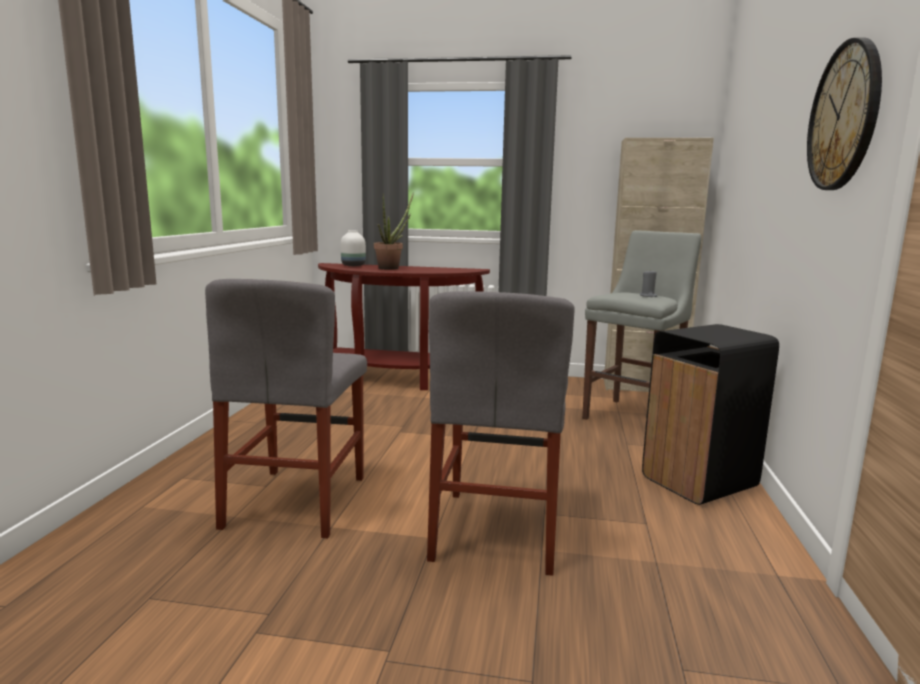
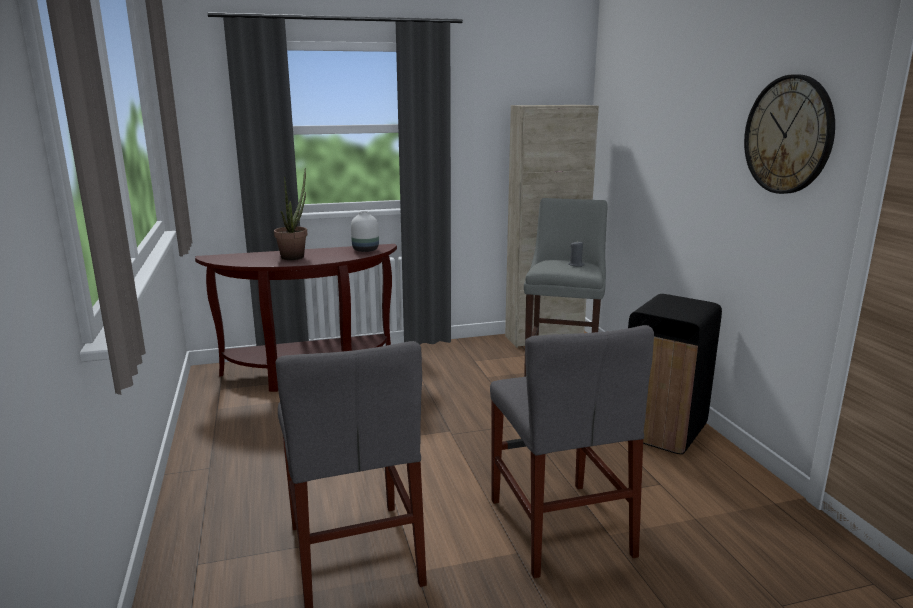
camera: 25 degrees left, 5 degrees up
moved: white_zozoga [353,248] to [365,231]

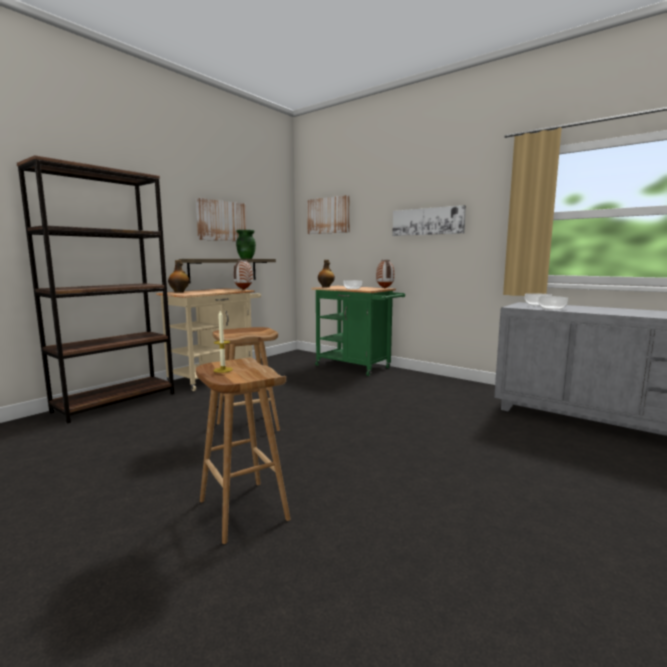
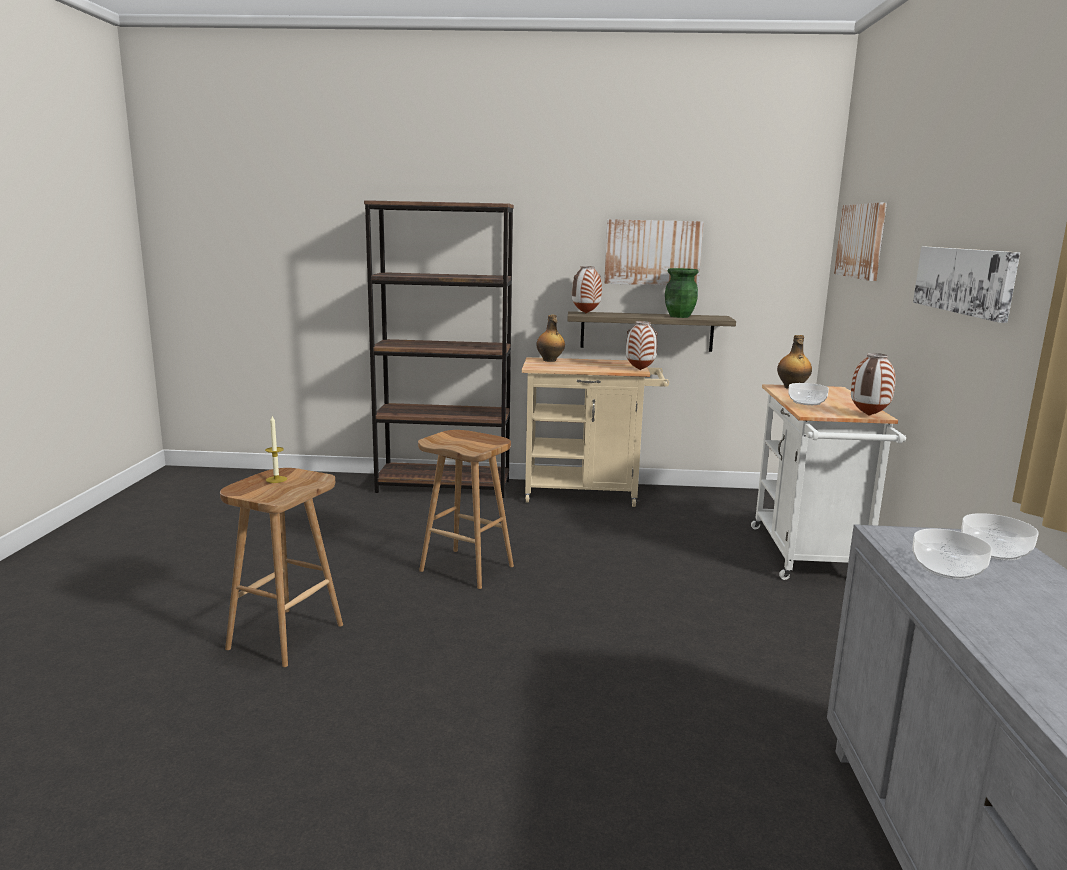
camera: 55 degrees right, 5 degrees up
added: zozoga [587,289]
recoloured: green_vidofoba [358,331] to white_vidofoba [828,482]

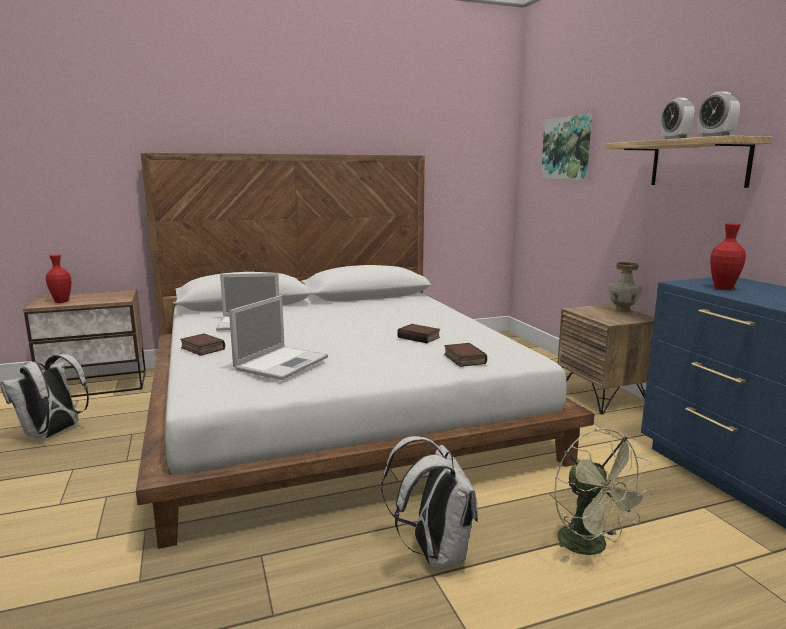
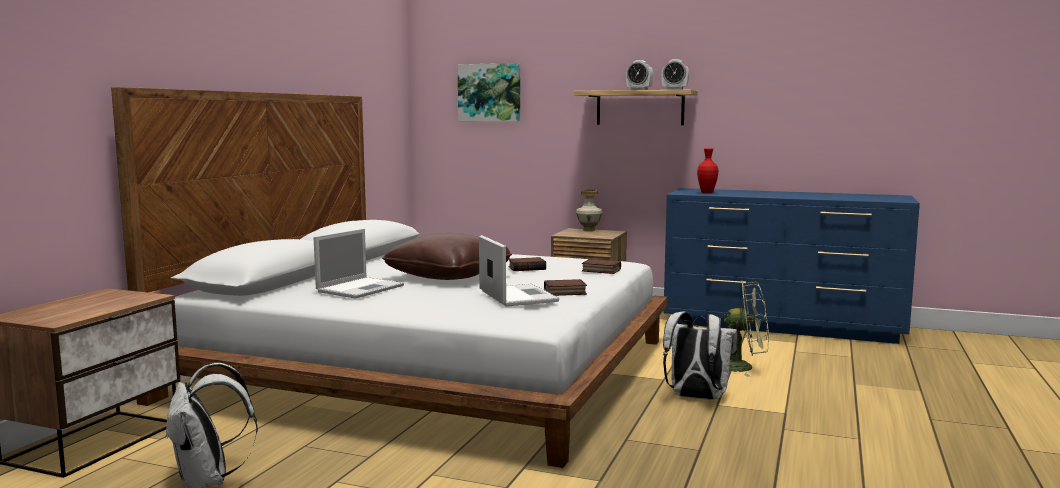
camera: 50 degrees left, 5 degrees down
removed: red_zozoga [58,278]
added: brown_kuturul [447,256]
moved: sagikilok [202,344] to [565,287]

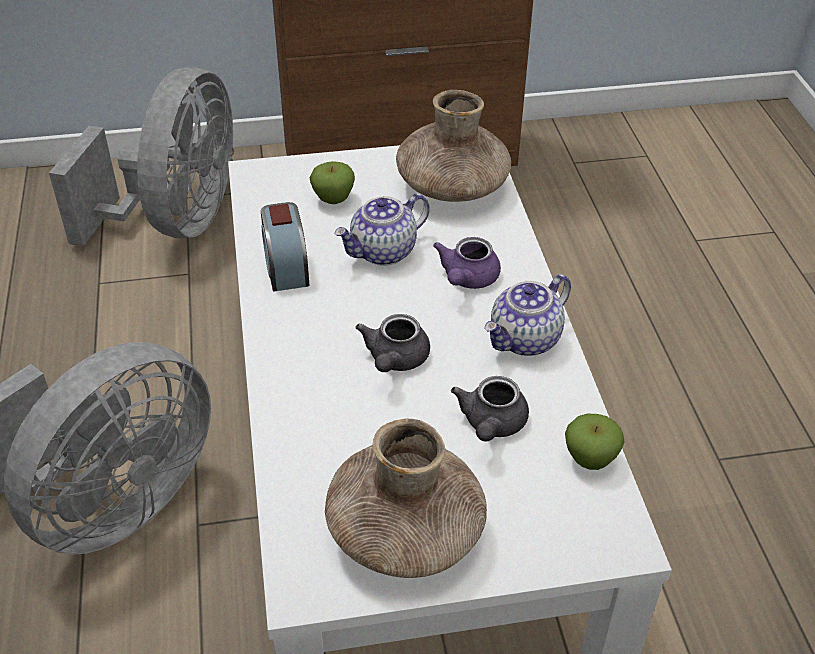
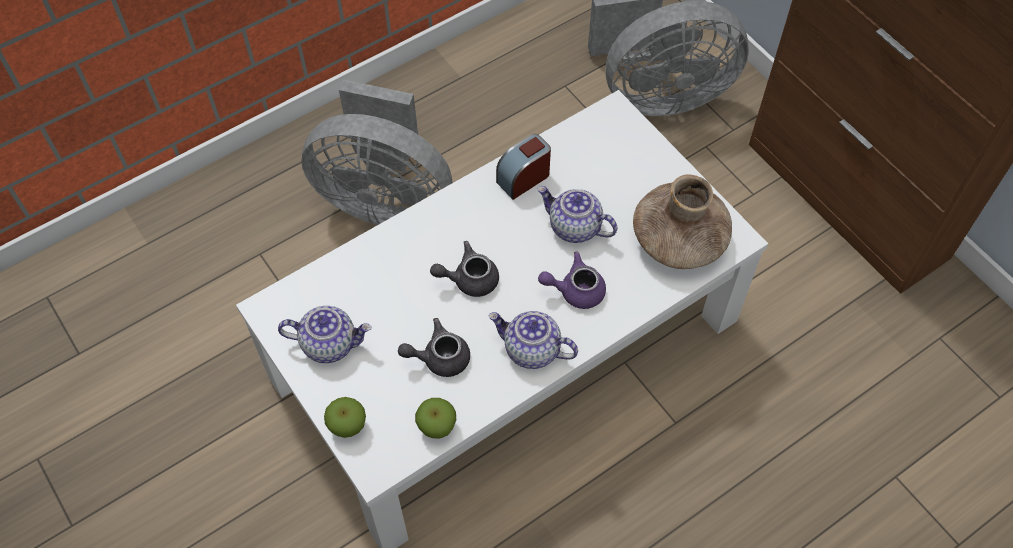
camera: 65 degrees right, 15 degrees up
moved: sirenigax [332,182] to [345,417]
replaced: brown_zozoga [406,498] to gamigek [325,334]

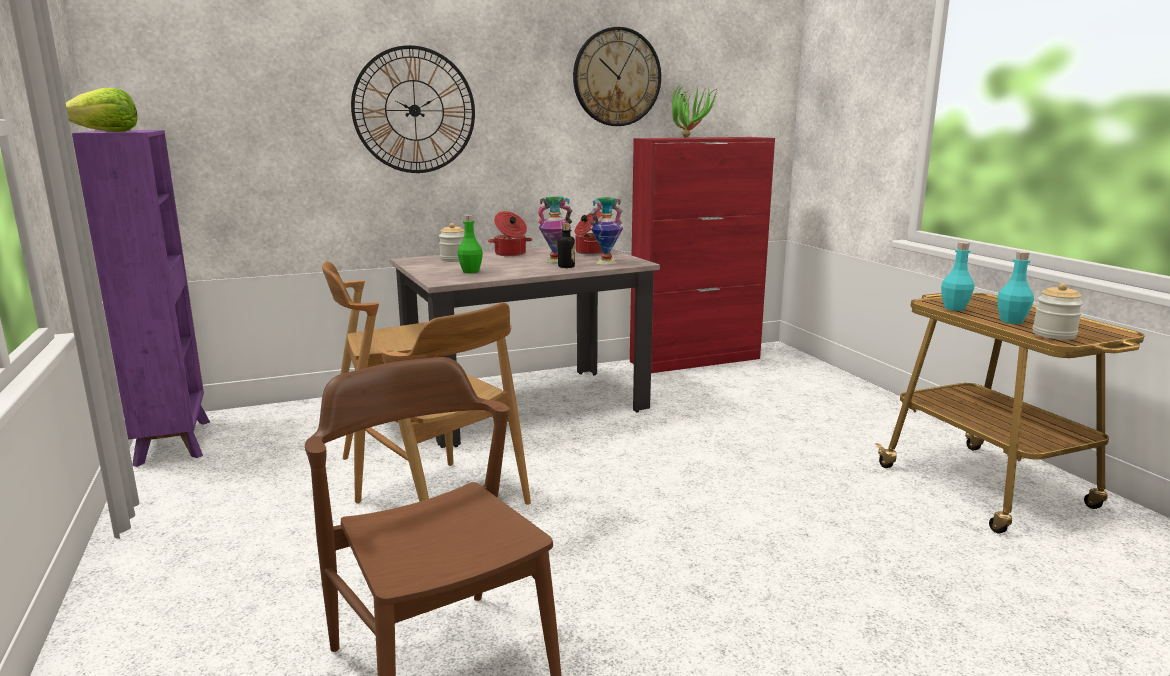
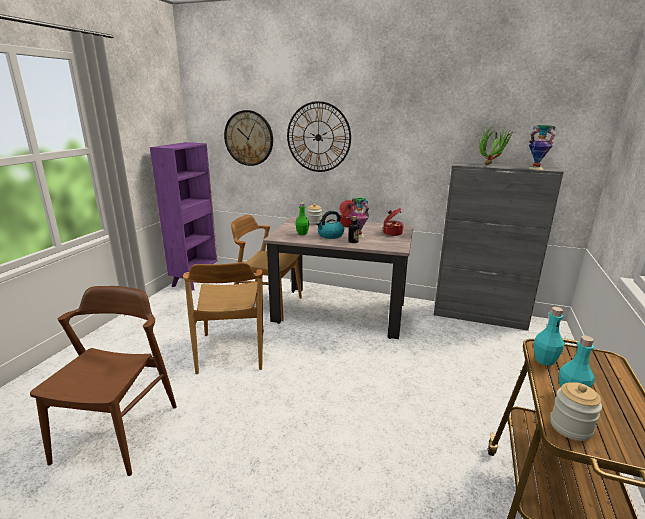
camera: 40 degrees right, 5 degrees up
removed: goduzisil [102,110]
added: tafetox [330,225]
moved: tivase [617,76] to [248,138]; zozoga [606,231] to [542,147]
recoloured: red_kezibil [702,255] to grey_kezibil [499,246]

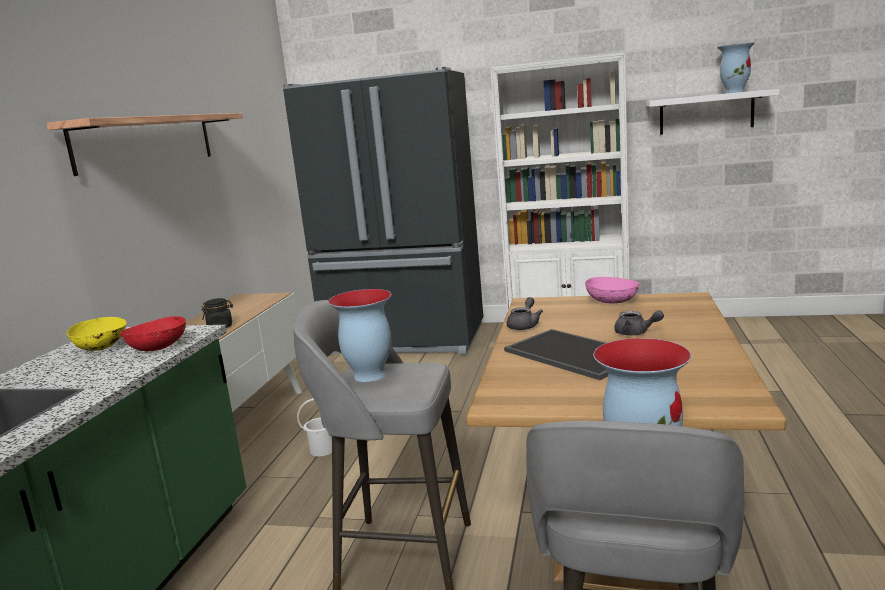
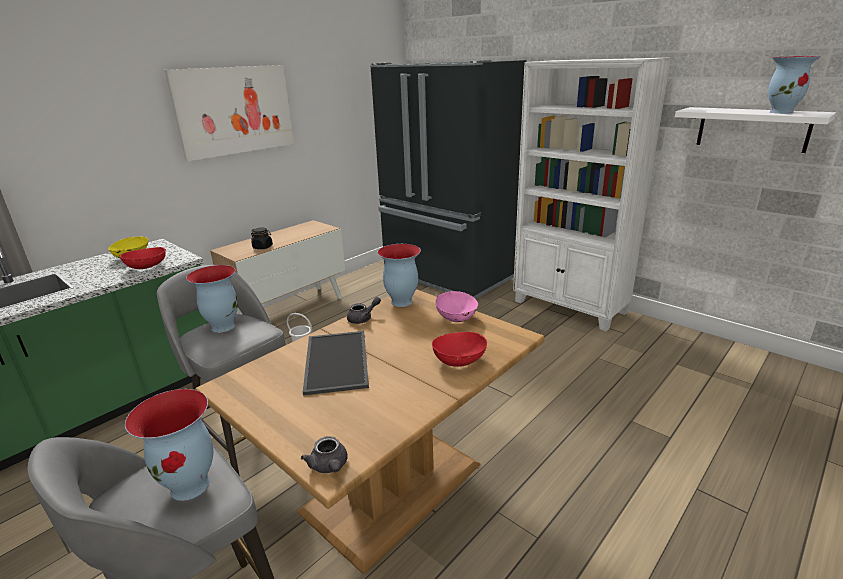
camera: 30 degrees right, 10 degrees up
added: zozoga [399,275]; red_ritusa [459,349]
moved: grey_gamigek [639,322] to [324,454]
replaced: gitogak [144,144] to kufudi [229,113]

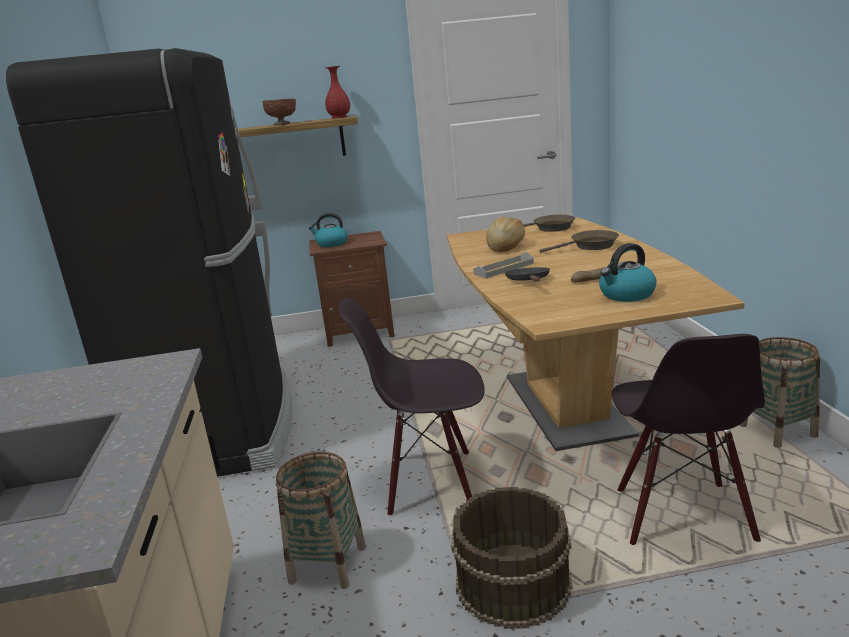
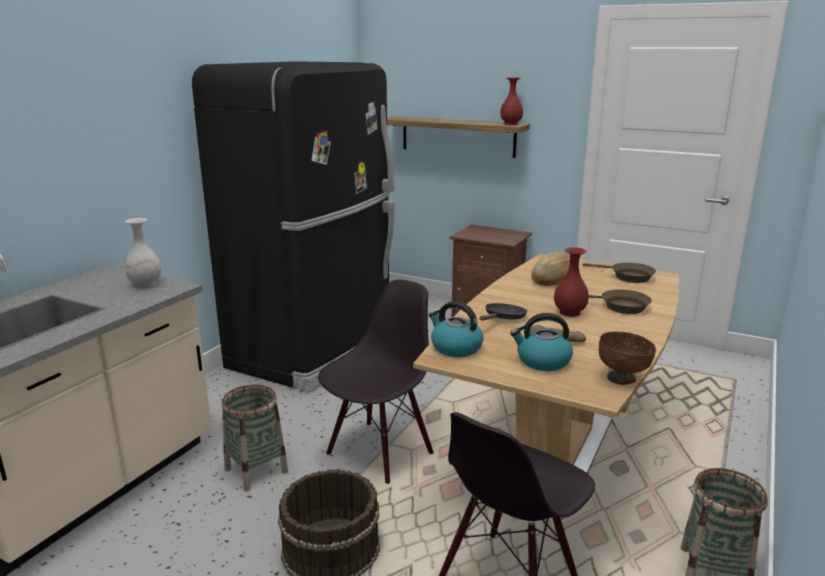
camera: 35 degrees right, 0 degrees up
removed: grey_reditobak [503,265]
added: white_zozoga [143,253]; red_zozoga [571,282]
moved: tafetox [328,230] to [456,329]; brown_ritusa [279,112] to [627,358]
turned: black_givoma [411,407] = [376,382] 90 degrees clockwise

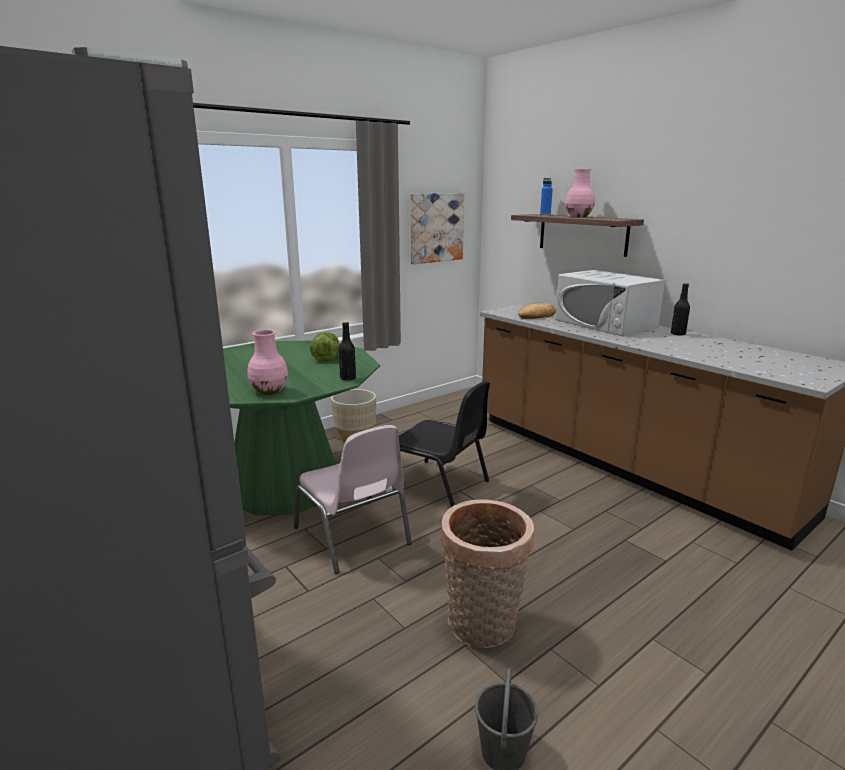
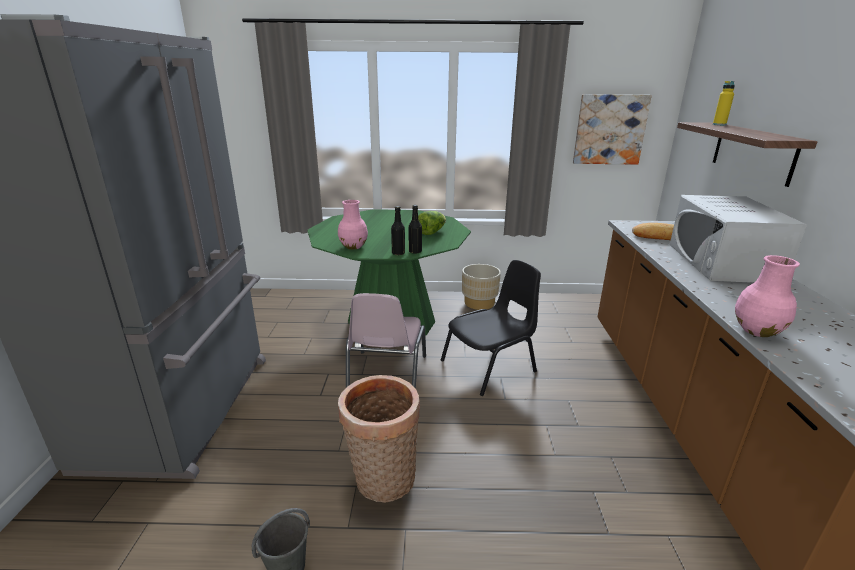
camera: 40 degrees right, 5 degrees up
moved: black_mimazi [680,309] to [398,231]; pink_zozoga [580,193] to [767,296]
recoloured: blue_mimazi [546,196] to yellow_mimazi [724,103]
turned: black_givoma [444,444] = [491,328] 105 degrees counterclockwise

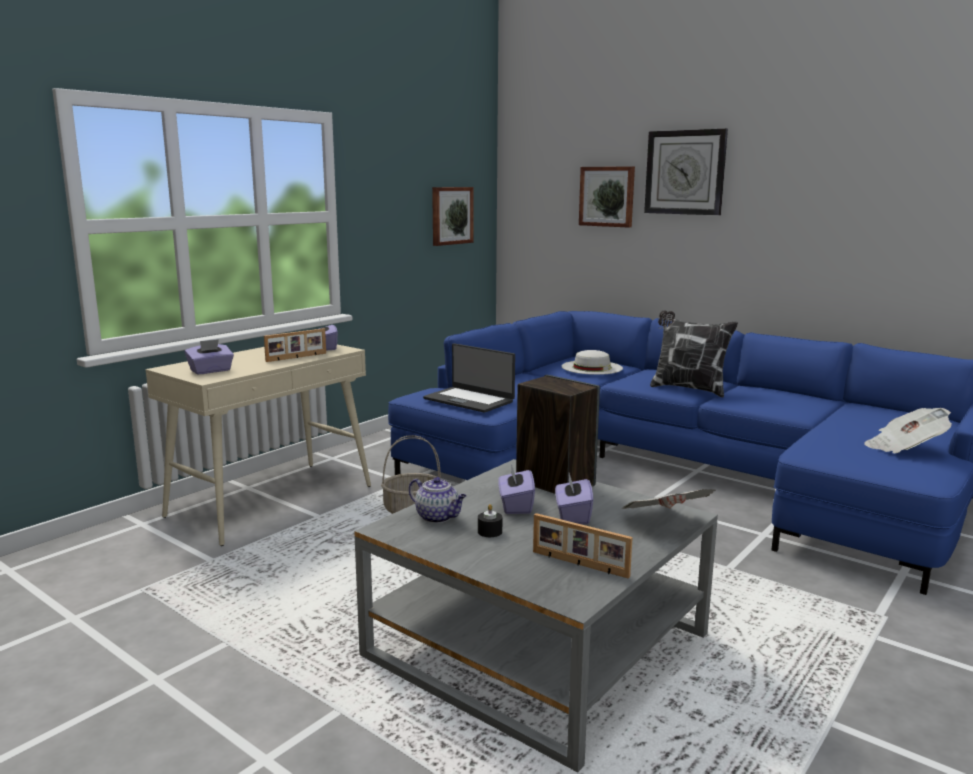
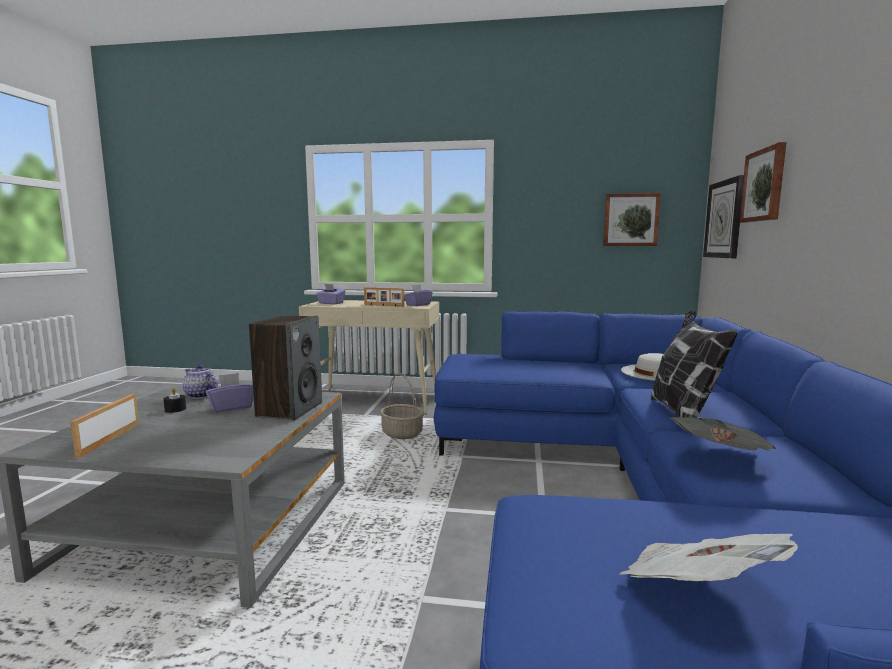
camera: 60 degrees right, 5 degrees down
removed: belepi [469,378]; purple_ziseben [574,499]
moved: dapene [668,499] to [721,434]; tivase [686,172] to [723,216]
turned: gamigek [438,500] = [200,382] 120 degrees clockwise

